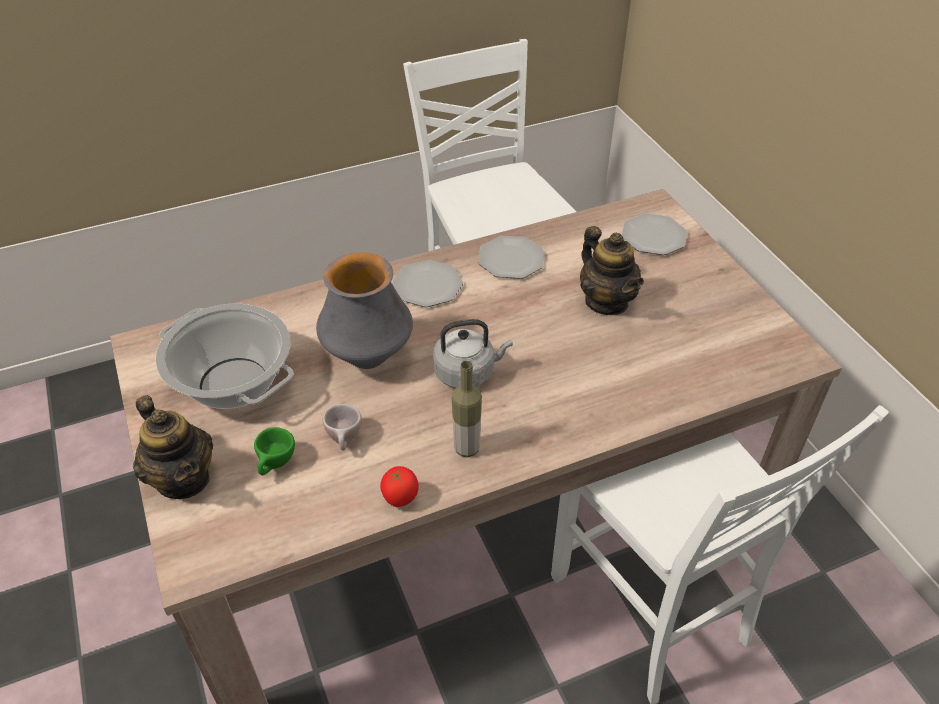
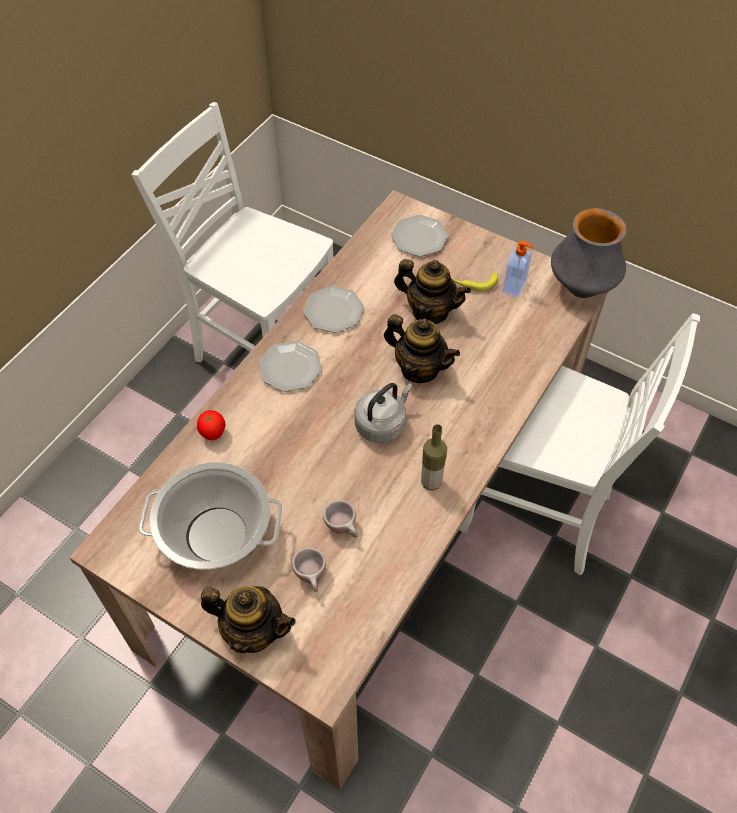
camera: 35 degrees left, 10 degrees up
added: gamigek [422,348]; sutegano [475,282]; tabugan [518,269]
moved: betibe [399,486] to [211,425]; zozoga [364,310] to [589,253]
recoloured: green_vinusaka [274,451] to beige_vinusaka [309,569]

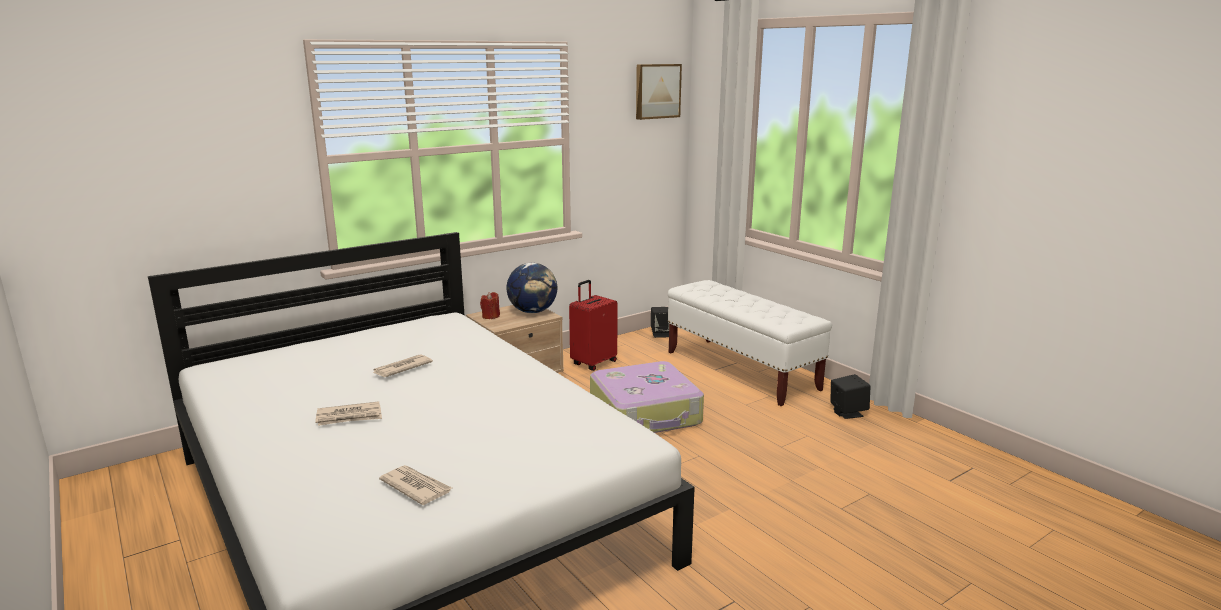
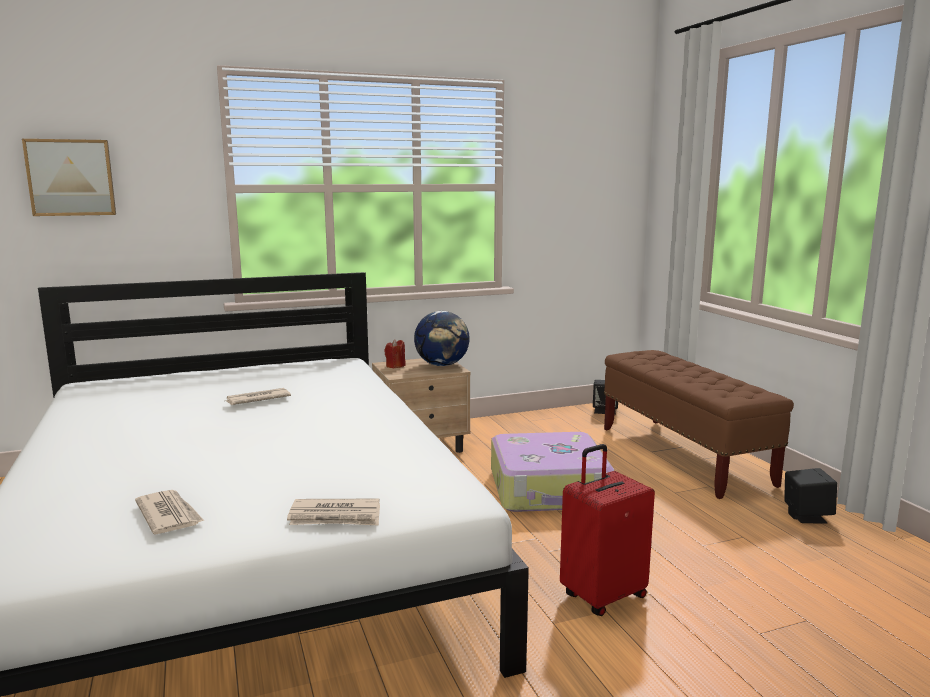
camera: 15 degrees right, 5 degrees down
moved: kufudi [659,92] to [69,177]; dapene [348,413] to [333,512]; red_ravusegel [593,325] to [607,530]
recoloured: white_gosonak [749,343] to brown_gosonak [699,424]

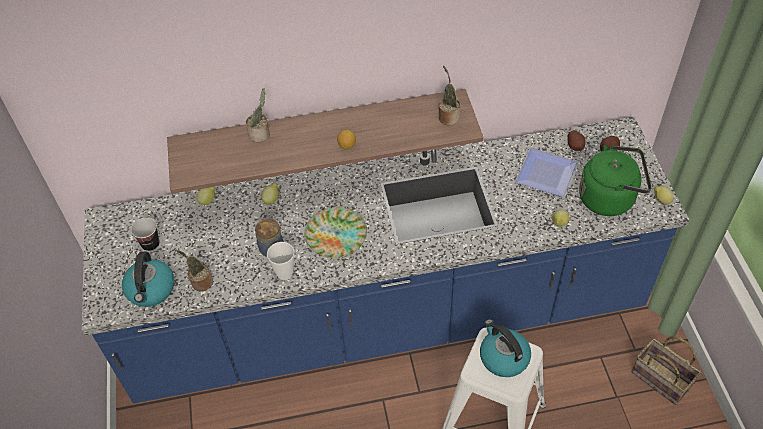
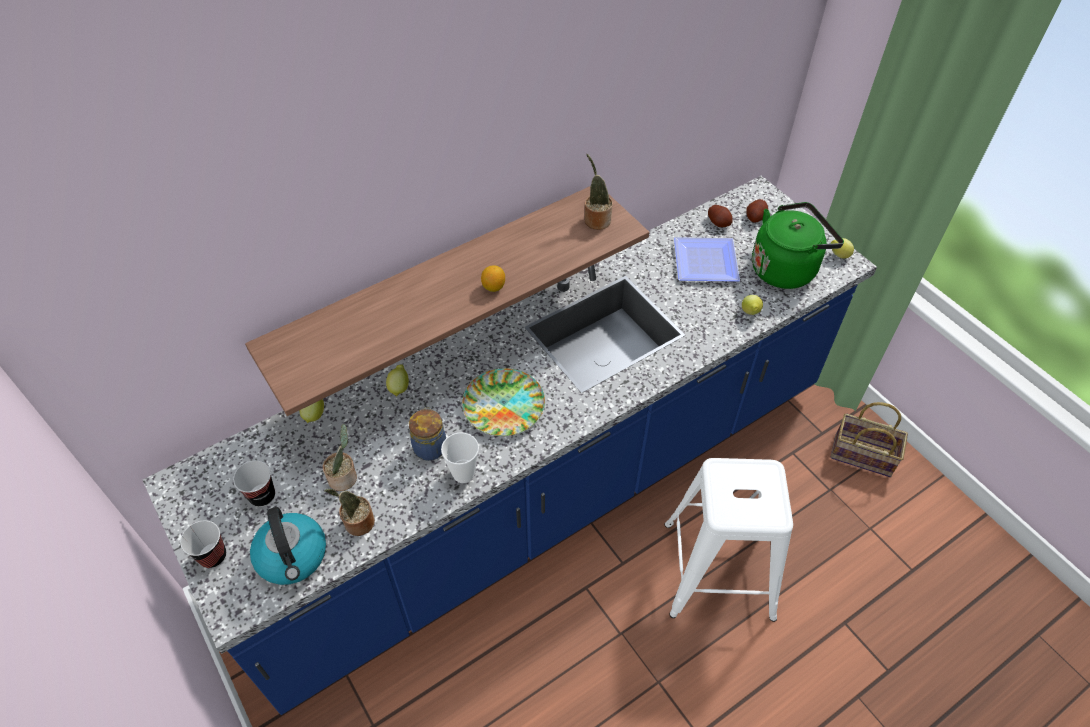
camera: 25 degrees left, 0 degrees up
removed: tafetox [505,348]
added: vinusaka [203,544]
moved: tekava [258,115] to [340,457]

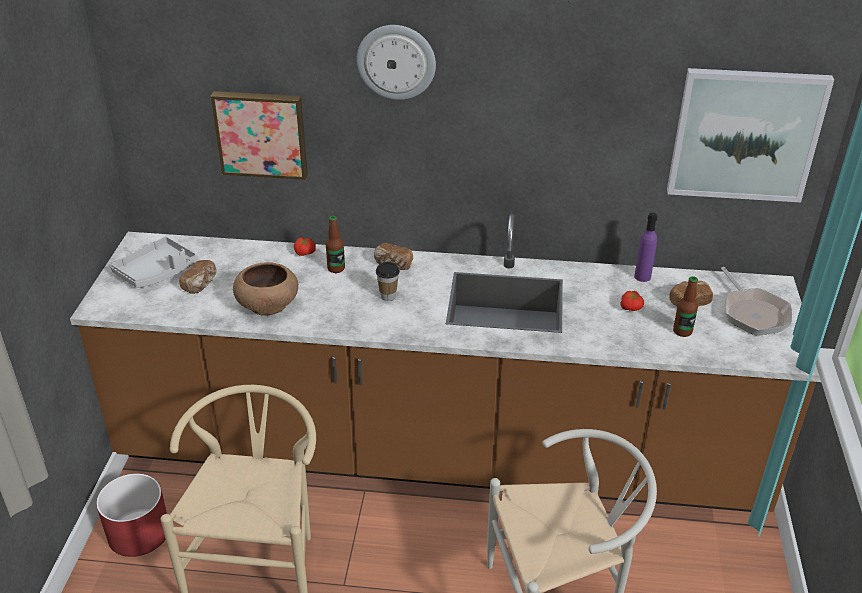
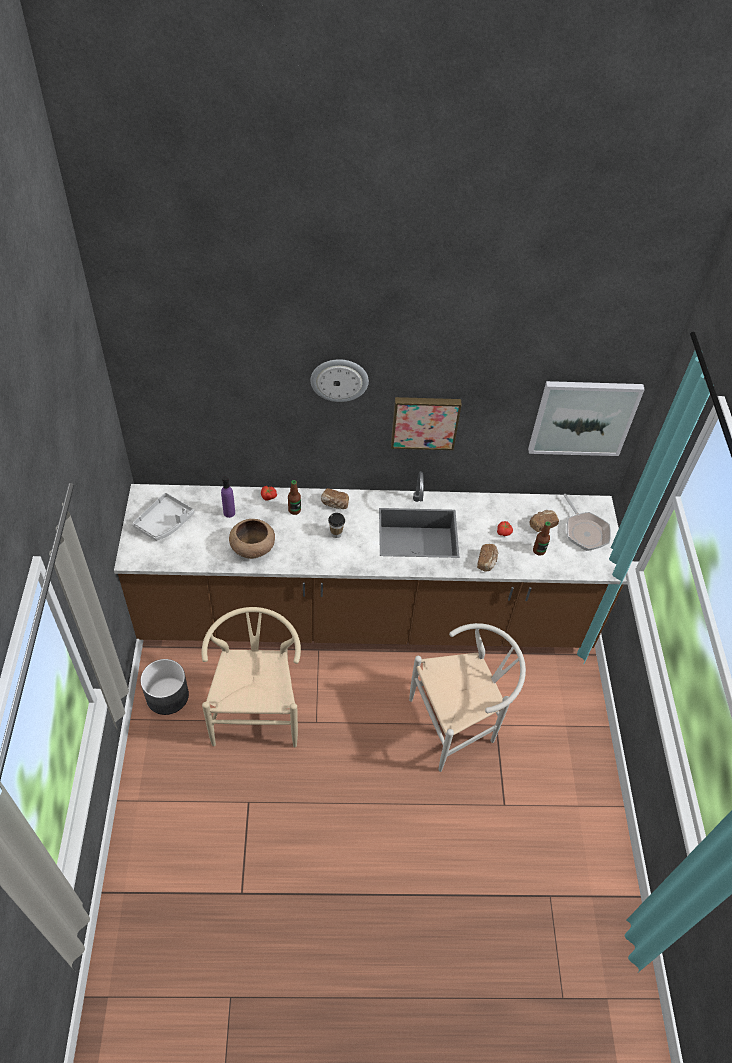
camera: 10 degrees left, 15 degrees up
moved: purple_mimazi [645,247] to [228,497]; kufudi [259,135] to [426,423]; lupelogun [198,277] to [488,558]
recoloured: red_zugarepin [131,515] to grey_zugarepin [164,687]

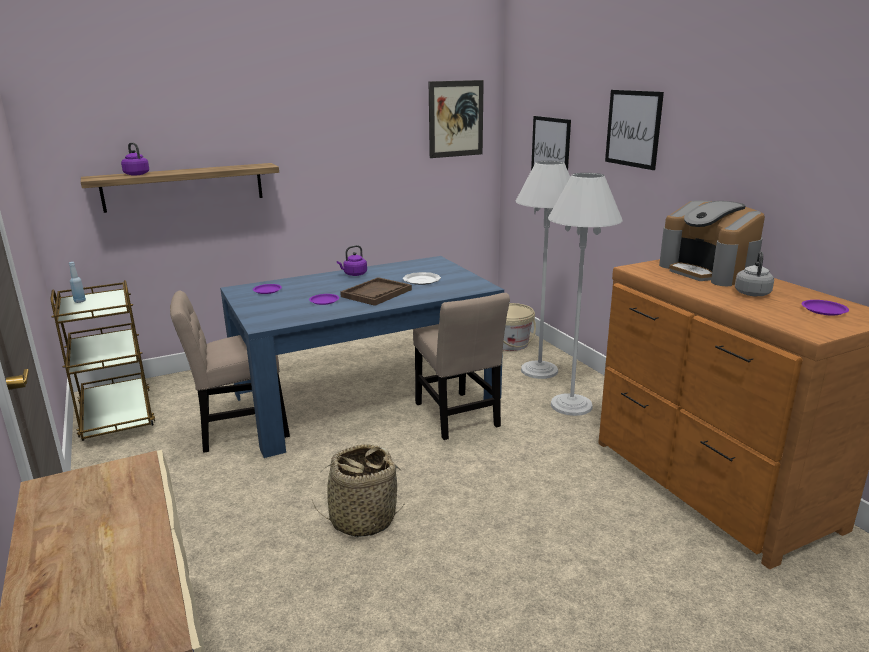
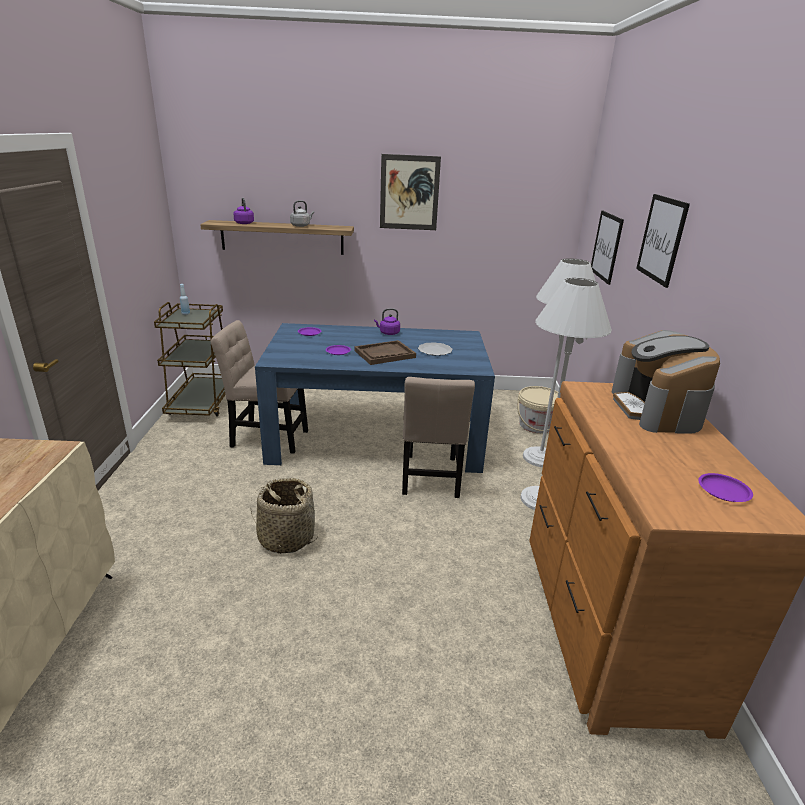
camera: 25 degrees right, 5 degrees up
moved: grey_tafetox [754,273] to [302,213]; kufudi [456,119] to [410,192]

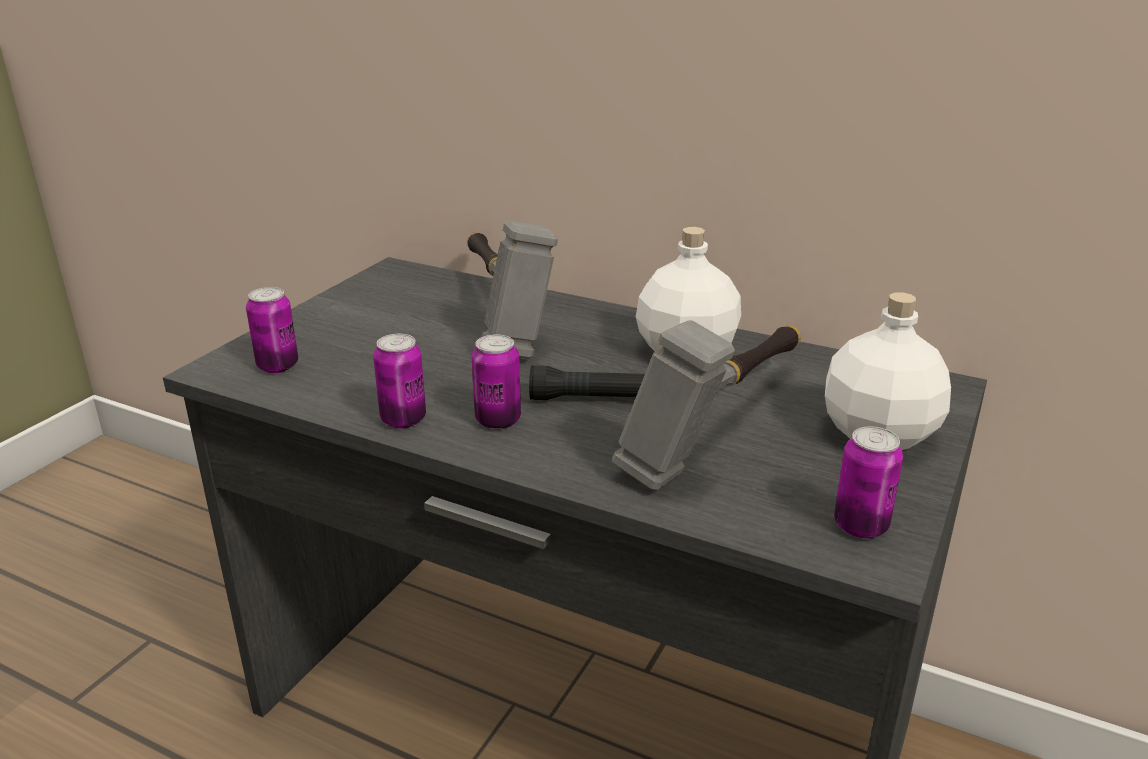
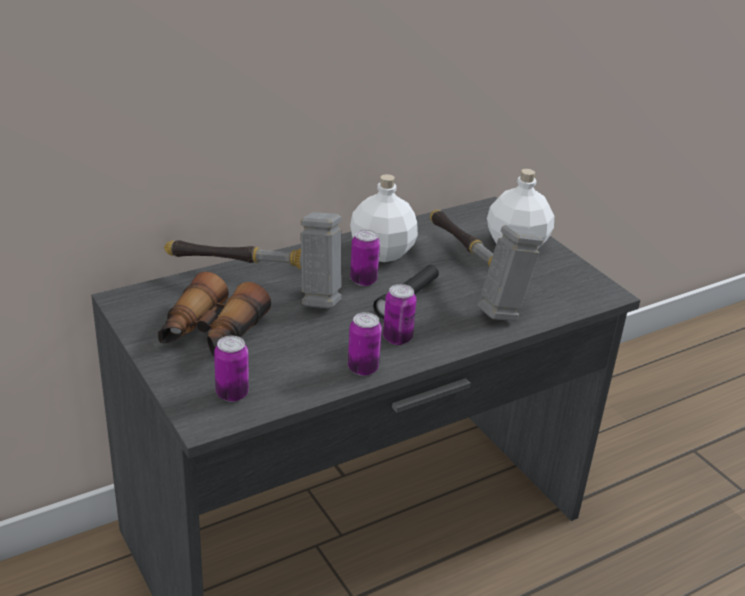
camera: 60 degrees left, 5 degrees up
added: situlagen [214,314]
moved: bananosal [868,483] to [365,257]

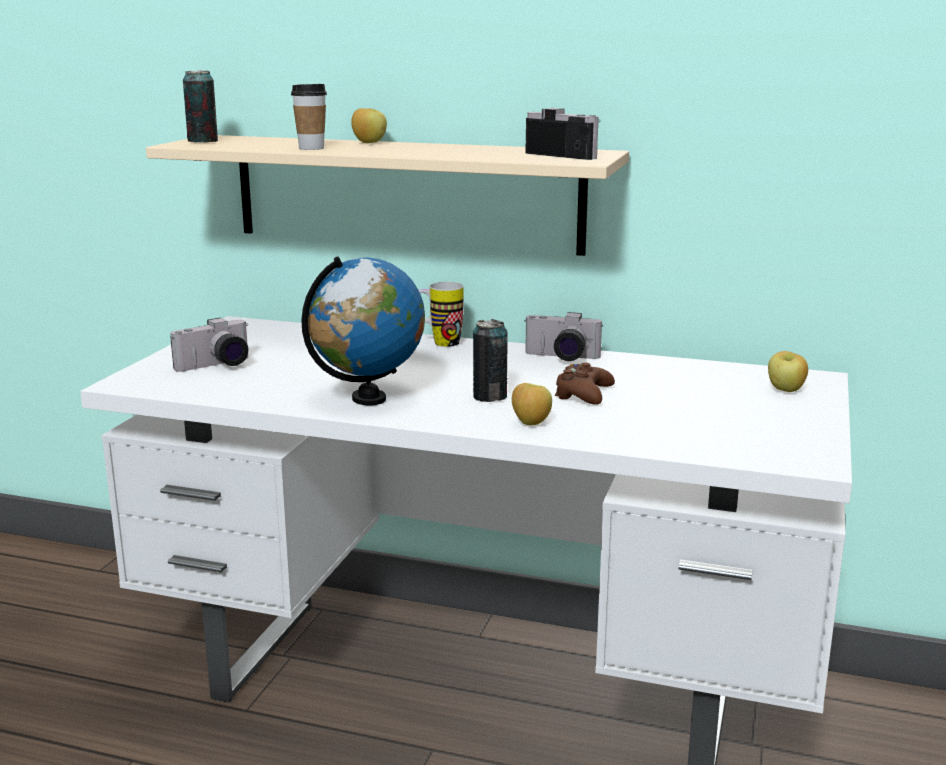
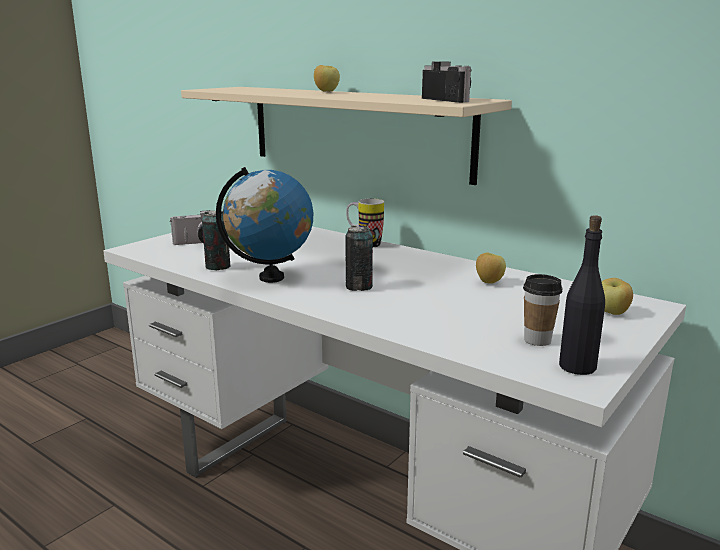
camera: 20 degrees right, 0 degrees up
removed: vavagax [563,336]; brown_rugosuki [585,384]
added: black_mimazi [582,295]
moved: bananosal [200,106] to [216,240]; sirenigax [532,404] to [491,268]; vinusaka [309,117] to [542,310]

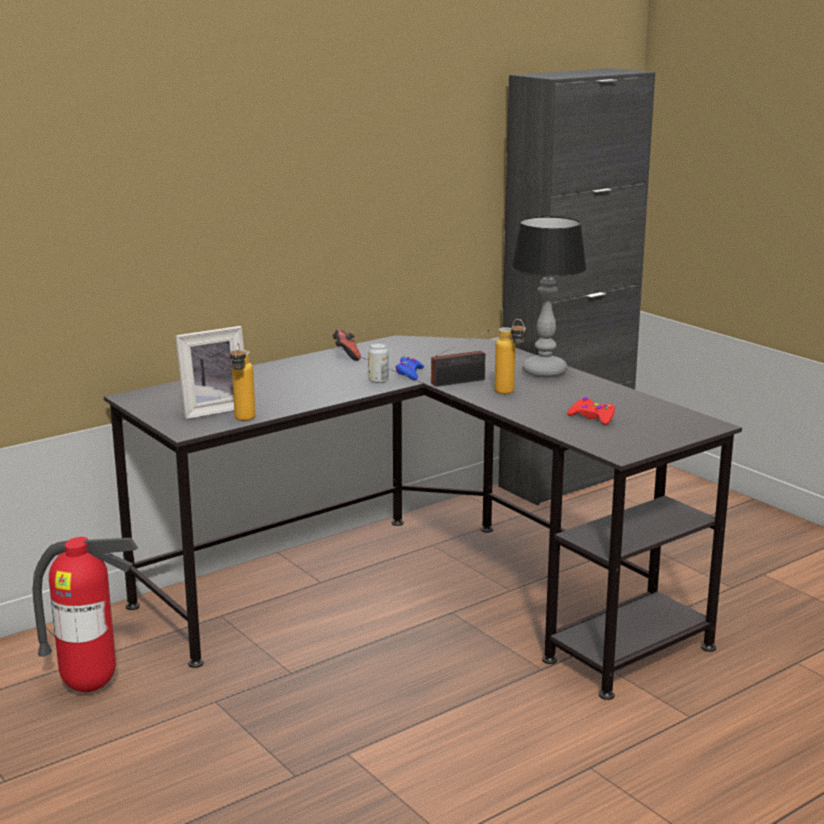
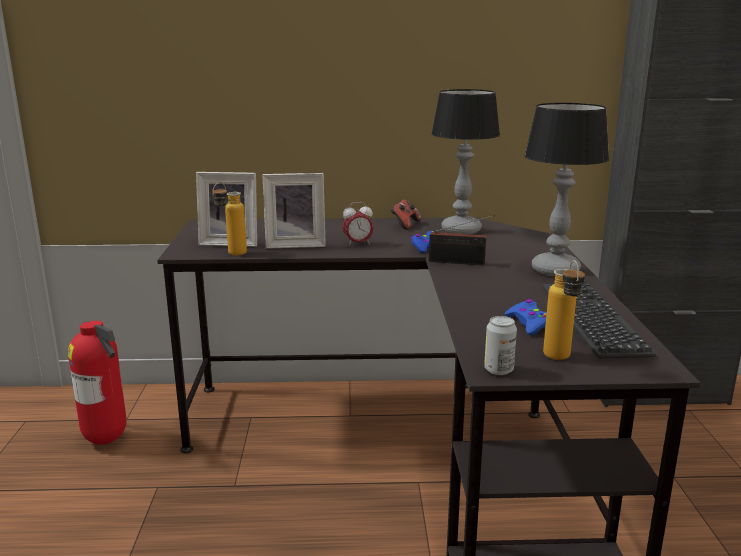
camera: 35 degrees right, 0 degrees up
added: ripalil [294,211]; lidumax [358,224]; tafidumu [465,161]; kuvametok [599,319]
moved: bananosal [378,363] to [500,345]; mimazi [510,356] to [564,310]
recoloured: red_rugosuki [591,411] to blue_rugosuki [526,317]

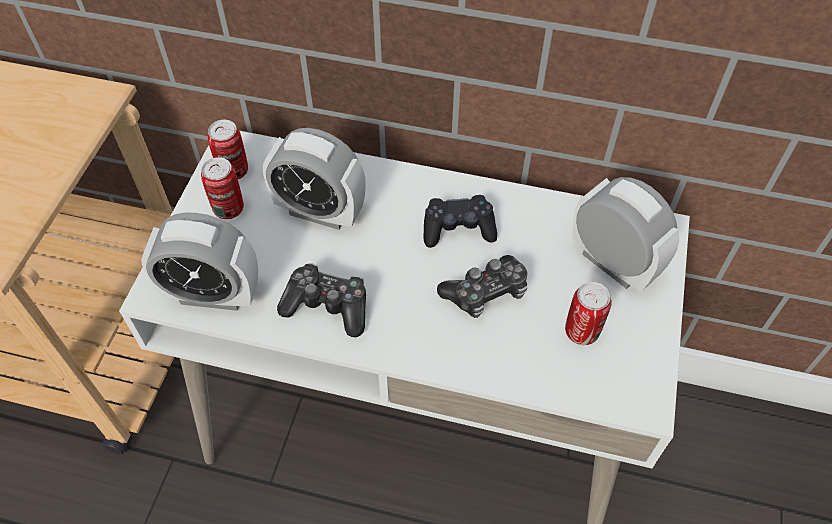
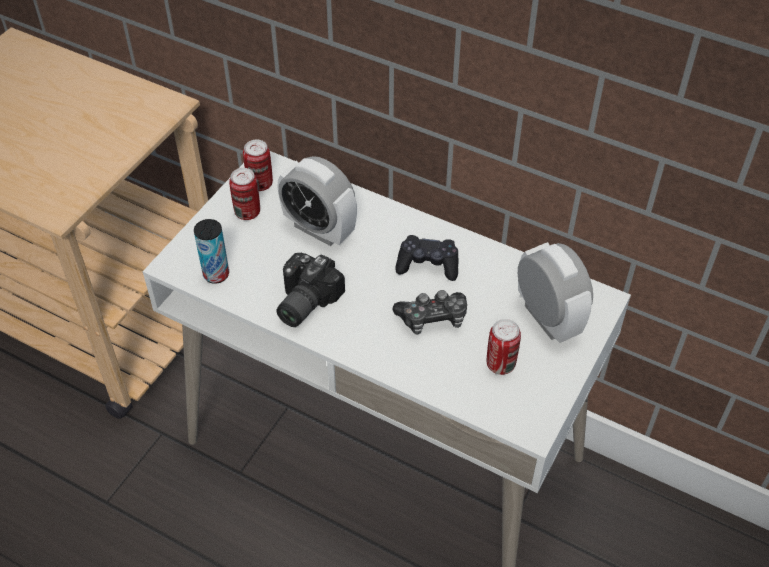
camera: 15 degrees right, 5 degrees down
replaced: lidumax [199,262] to bananosal [211,251]; rugosuki [321,300] to vavagax [310,290]

